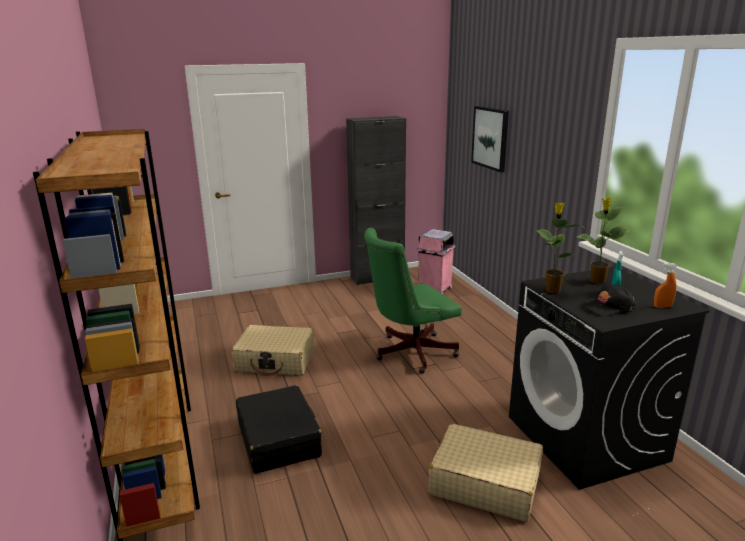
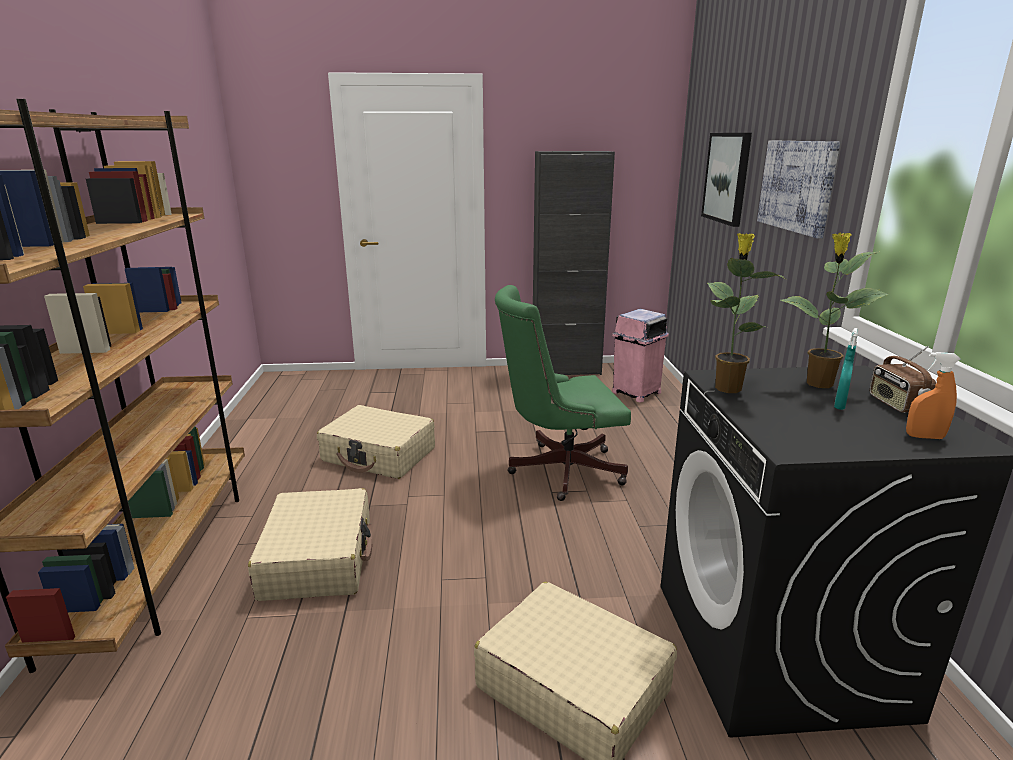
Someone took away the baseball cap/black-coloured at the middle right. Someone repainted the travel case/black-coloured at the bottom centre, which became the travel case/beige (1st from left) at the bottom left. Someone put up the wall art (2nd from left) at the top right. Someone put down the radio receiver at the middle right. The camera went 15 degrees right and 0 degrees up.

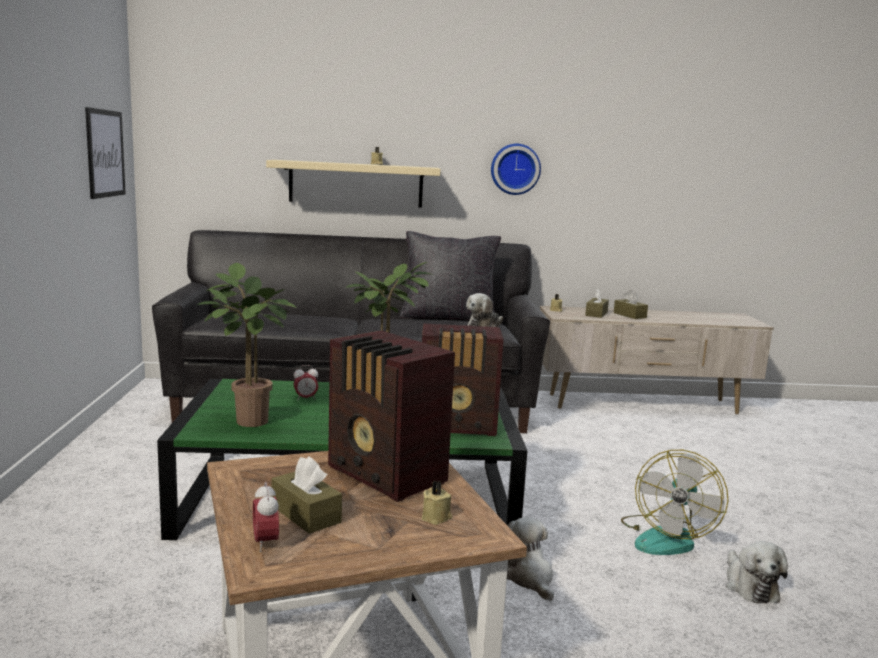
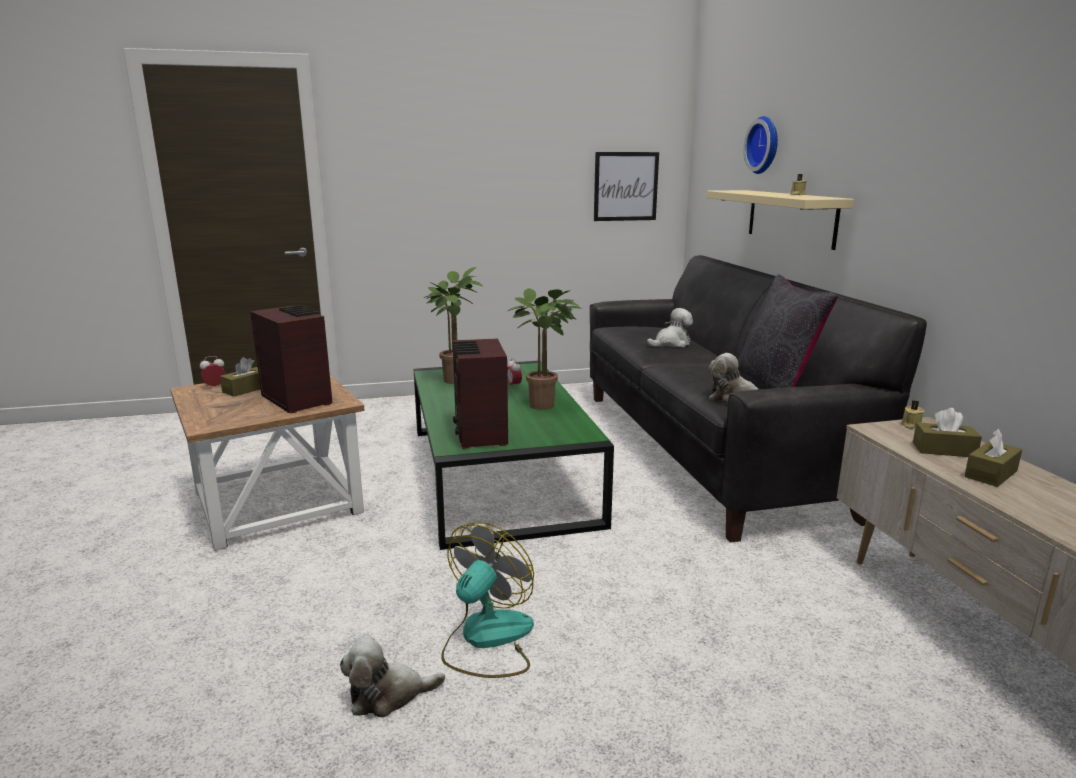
Someone carried the hanging clock from the top centre to the top right. Someone rotated the radio receiver (1st from left) at the centre by 105 degrees clockwise. Someone rotated the electric fan at the bottom right by 105 degrees clockwise. Someone took away the wax light/beige (2nd from left) at the bottom centre. Someone carried the plush toy (2nd from left) from the bottom centre to the centre. The camera went 80 degrees right and 5 degrees up.

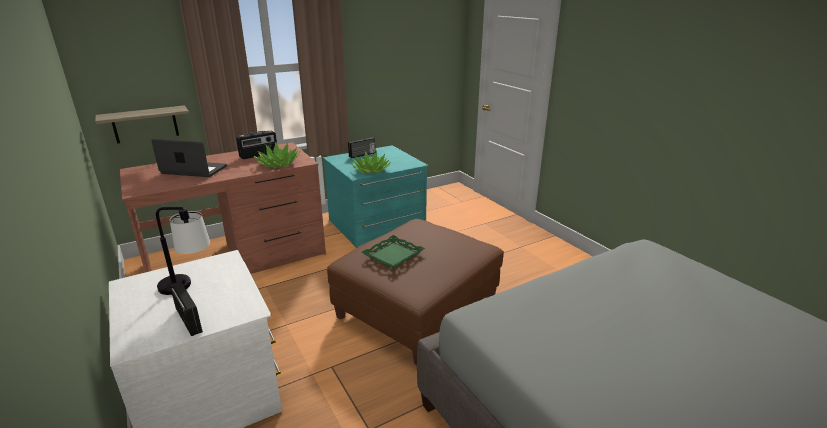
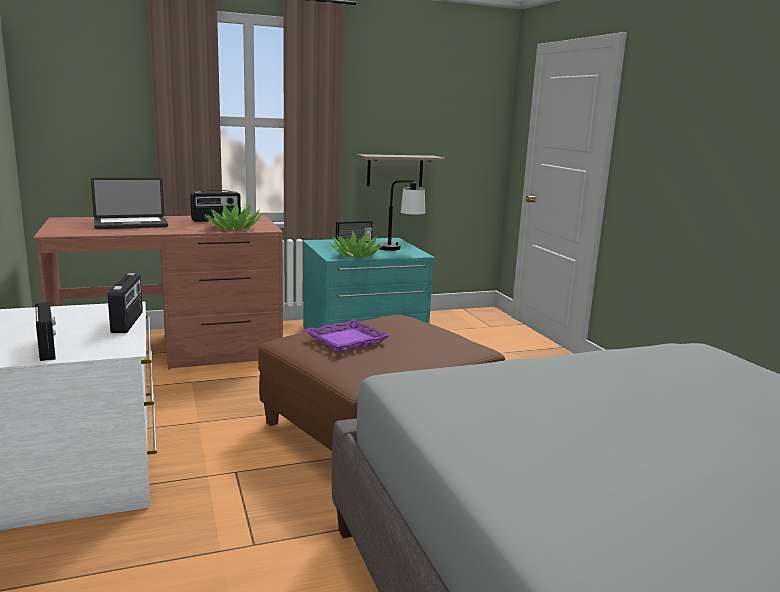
Someone carried the bracket shelf from the top left to the top centre. Someone rotated the laptop at the middle left by 135 degrees clockwise. Someone carried the tabletop lamp from the middle left to the centre. Someone repainted the tray/green-coloured at the centre, which became the tray/purple-coloured at the centre. Someone put down the radio receiver (2nd from left) at the middle left. The camera went 10 degrees right and 10 degrees down.

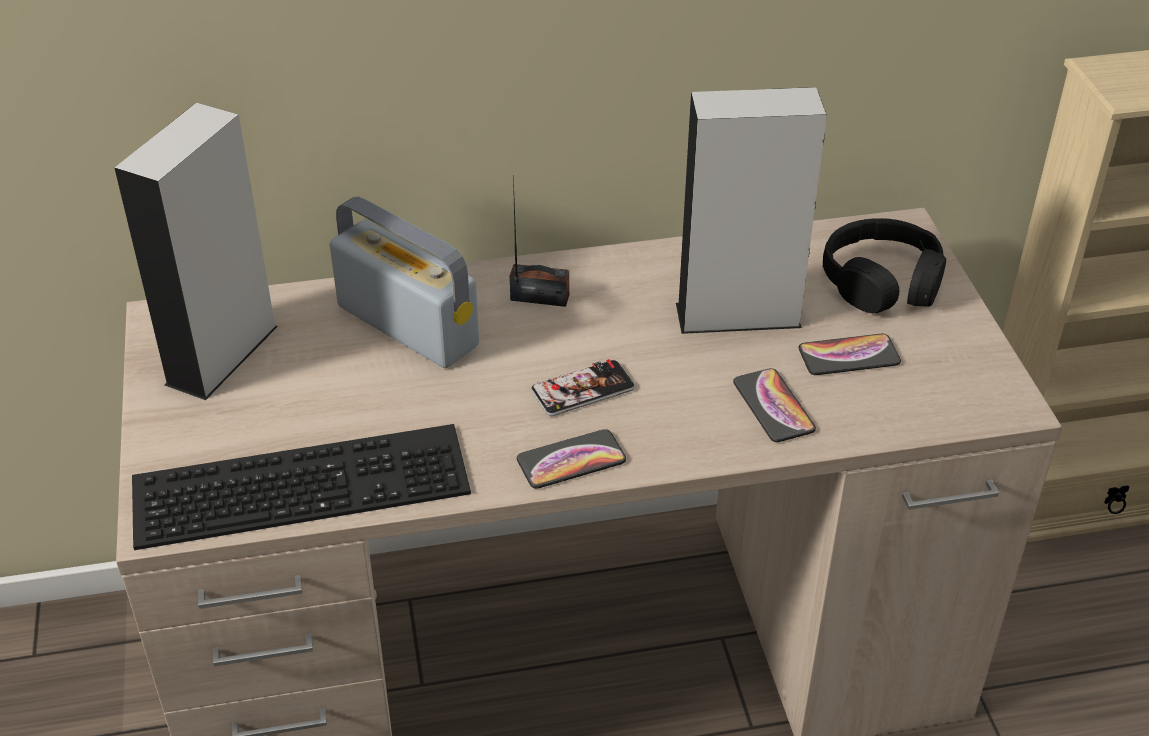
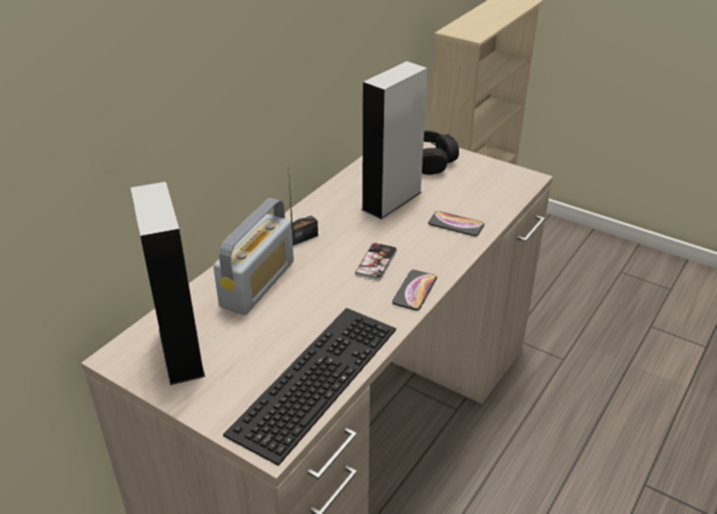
Someone rotated the radio receiver (1st from left) at the centre by 120 degrees clockwise. Someone took away the telephone (4th from left) at the middle right. The camera went 45 degrees left and 5 degrees down.

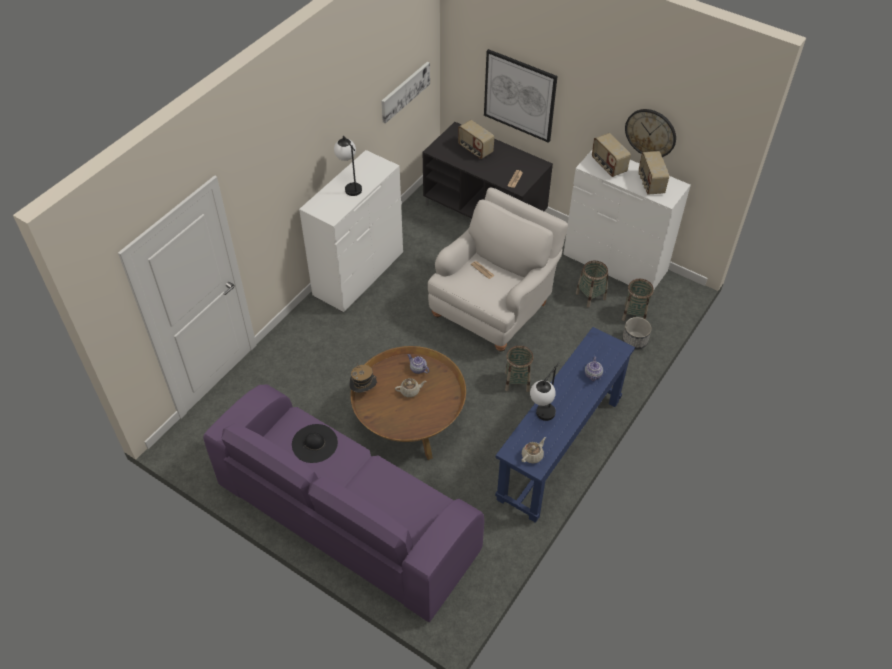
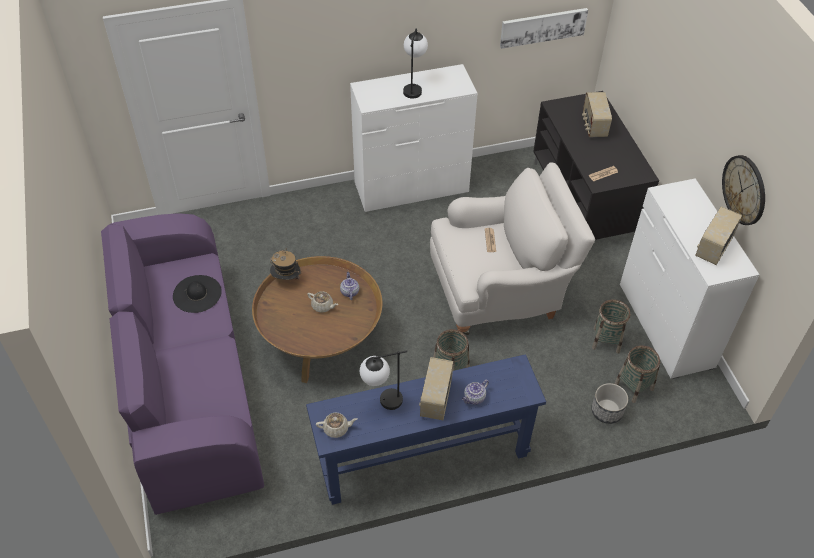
Someone took away the wall art (2nd from left) at the top centre. Someone carried the radio receiver (2nd from left in the first image) from the top right to the bottom centre. The camera went 40 degrees right and 0 degrees up.

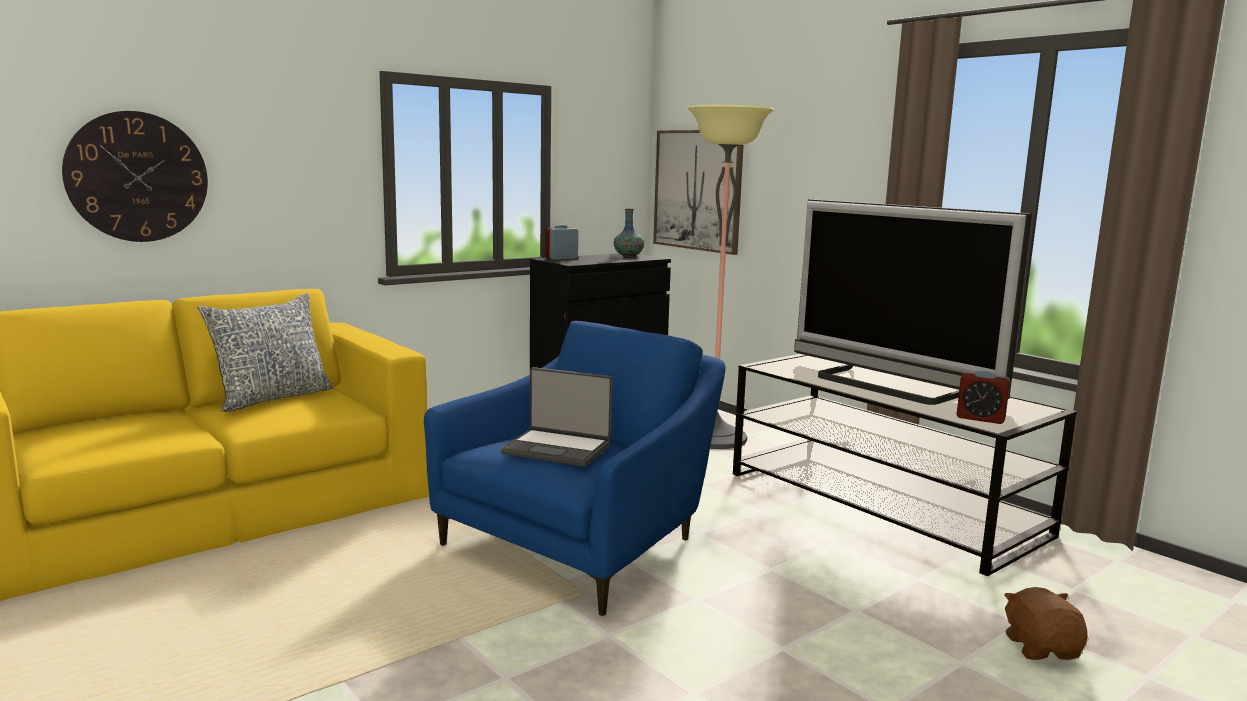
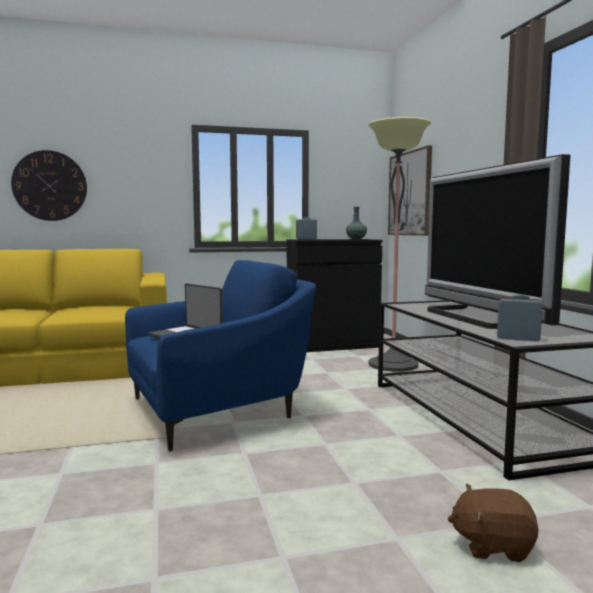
Someone took away the pillow at the middle left. Someone rotated the alarm clock (2nd from left) at the middle right by 150 degrees clockwise. Someone rotated the plush toy/brown at the bottom right by 105 degrees counterclockwise. The camera went 25 degrees right and 5 degrees down.

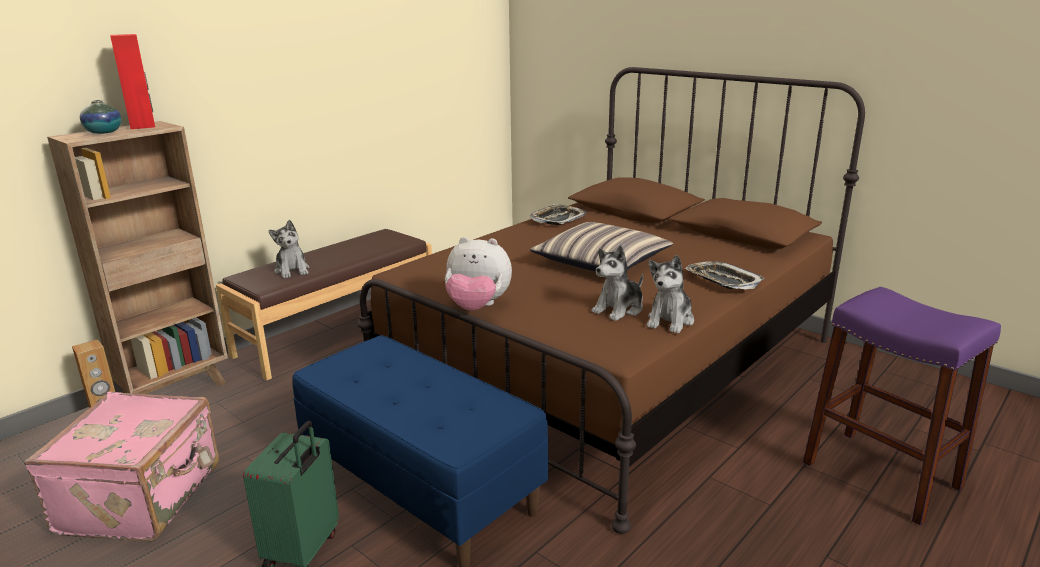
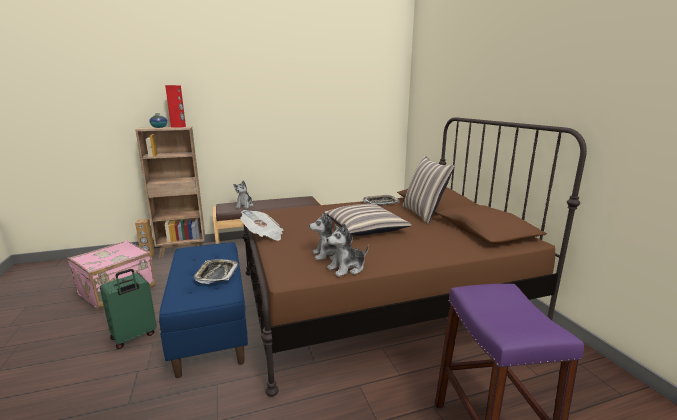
Someone swapped the plush toy (2nd from left) at the centre for the newspaper at the centre. Someone carried the tray (2nd from left in the first image) from the middle right to the middle left. Someone put down the pillow (2nd from left) at the centre. The camera went 30 degrees right and 5 degrees down.

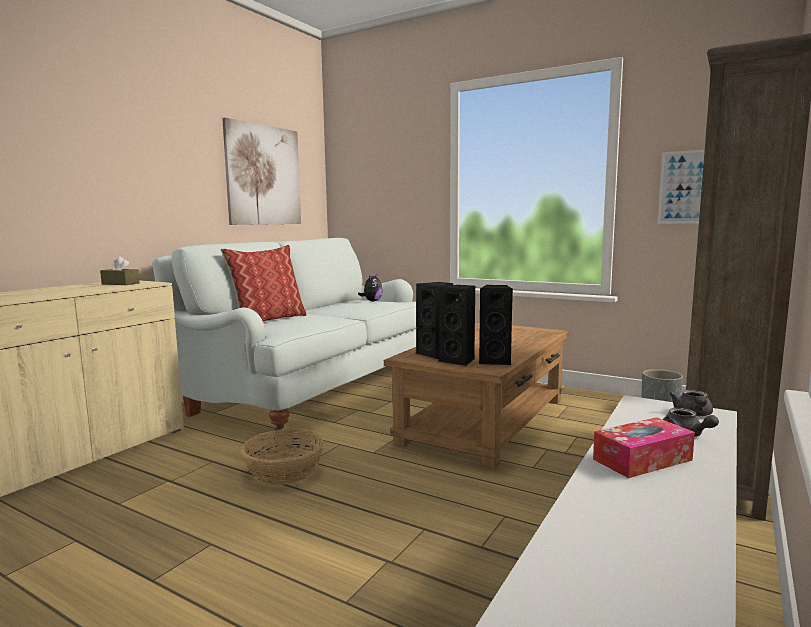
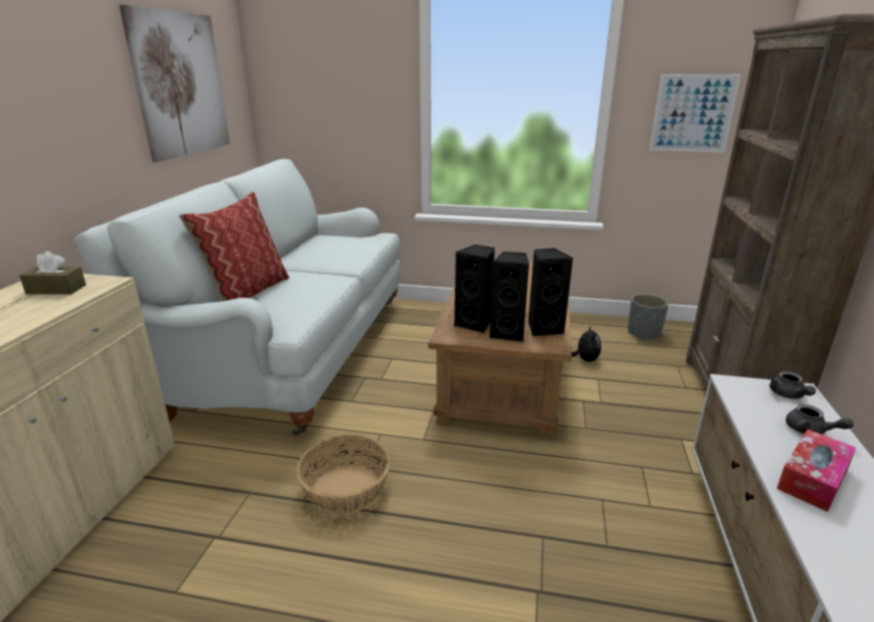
Someone carried the plush toy from the centre to the middle right. The camera went 20 degrees left and 15 degrees up.

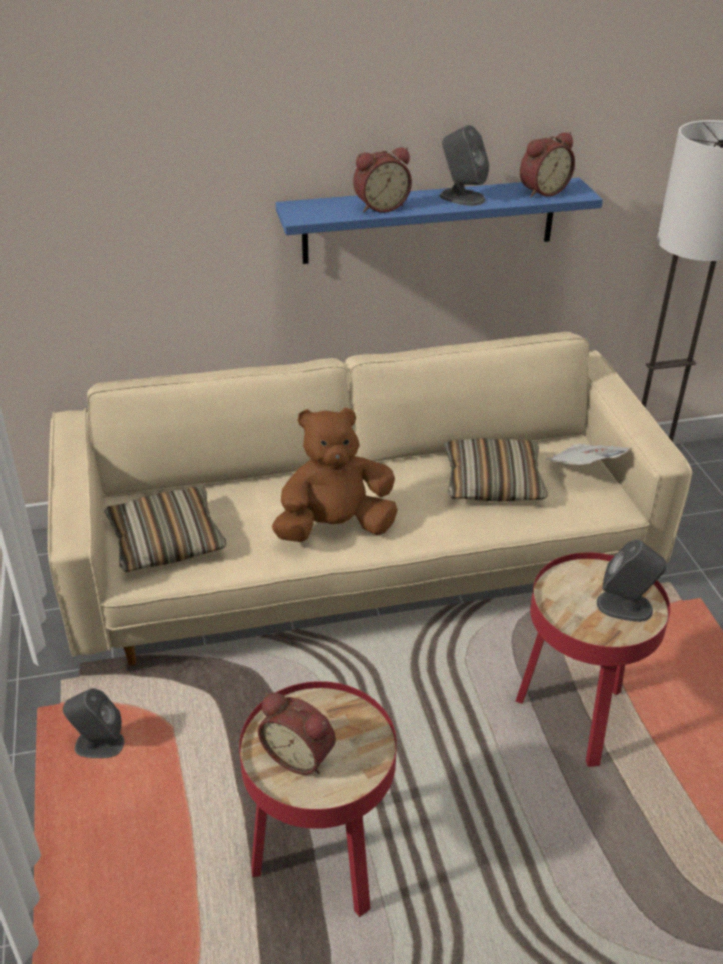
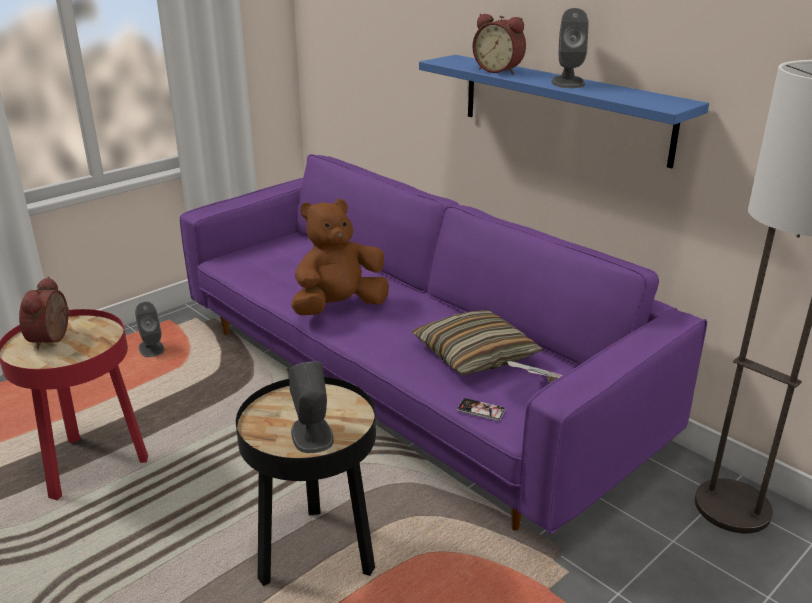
Someone took away the alarm clock (3rd from left) at the top right. Someone repainted the couch/beige at the centre, which became the couch/purple-coloured at the centre. Someone rotated the plush toy/brown at the centre by 75 degrees counterclockwise. Someone took away the pillow (1st from left) at the middle left. Someone repainted the accent table/red (2nd from left) at the bottom right, which became the accent table/black-coloured at the bottom centre. Someone put down the telephone at the bottom centre. The camera went 60 degrees right and 10 degrees down.

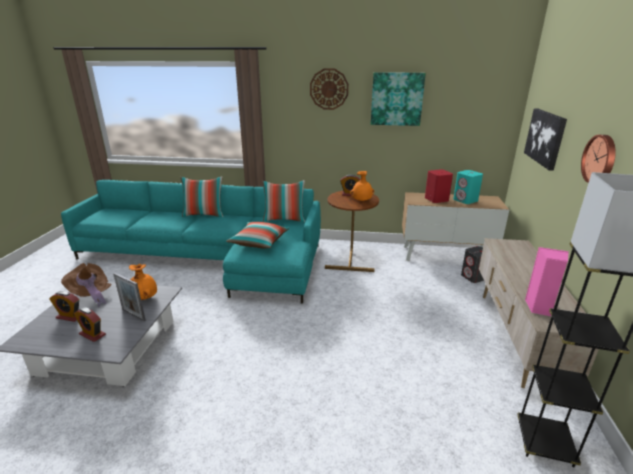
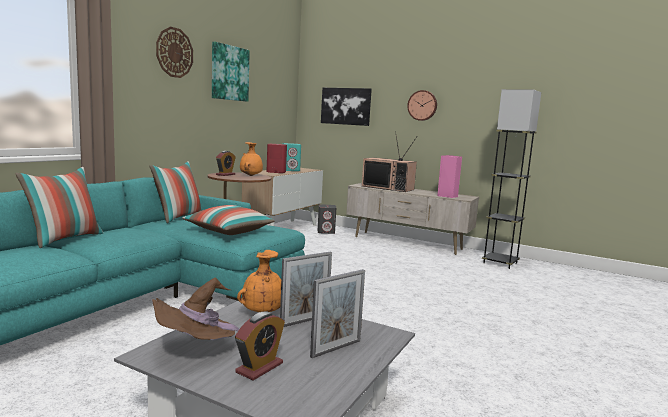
Someone swapped the alarm clock (2nd from left) at the bottom left for the standing frame (2nd from left) at the bottom centre. Someone put down the TV set at the centre. The camera went 70 degrees left and 15 degrees down.

